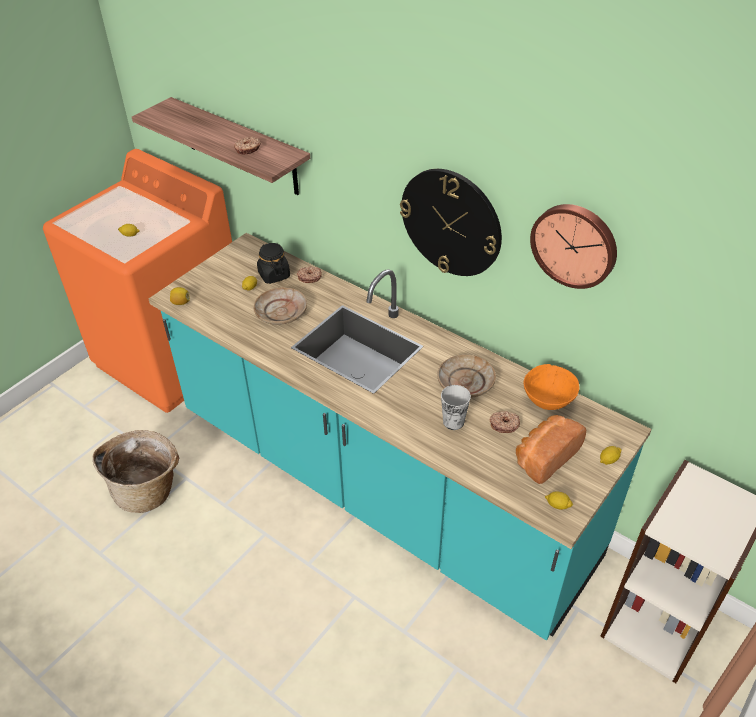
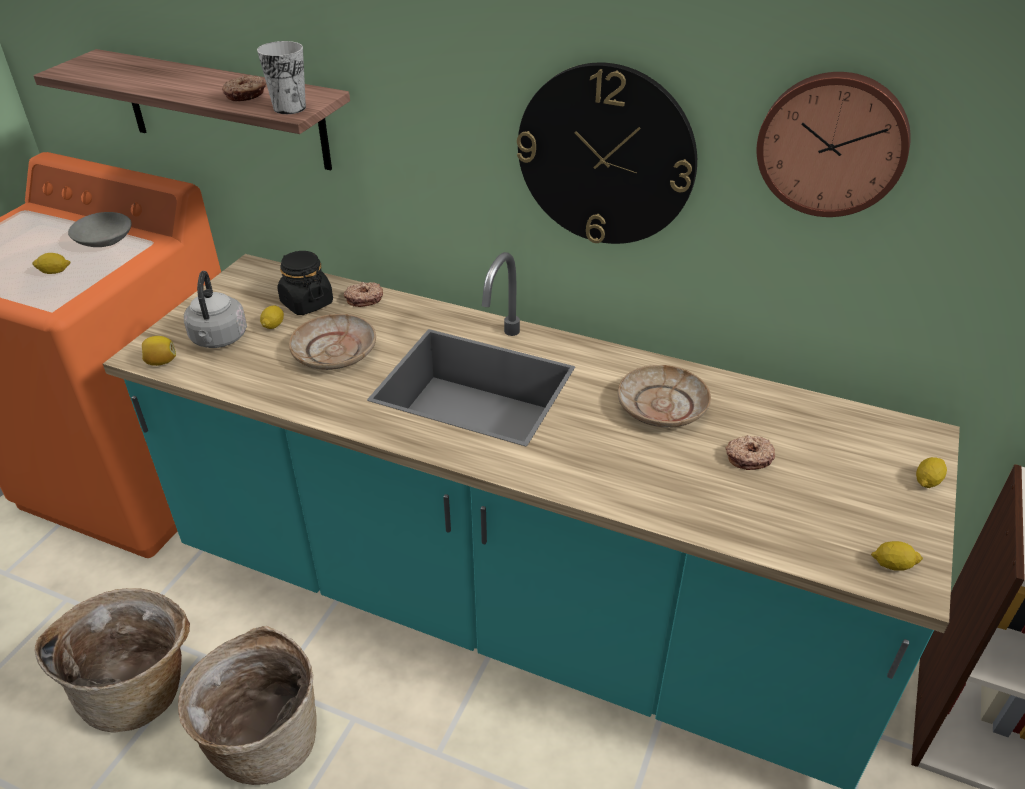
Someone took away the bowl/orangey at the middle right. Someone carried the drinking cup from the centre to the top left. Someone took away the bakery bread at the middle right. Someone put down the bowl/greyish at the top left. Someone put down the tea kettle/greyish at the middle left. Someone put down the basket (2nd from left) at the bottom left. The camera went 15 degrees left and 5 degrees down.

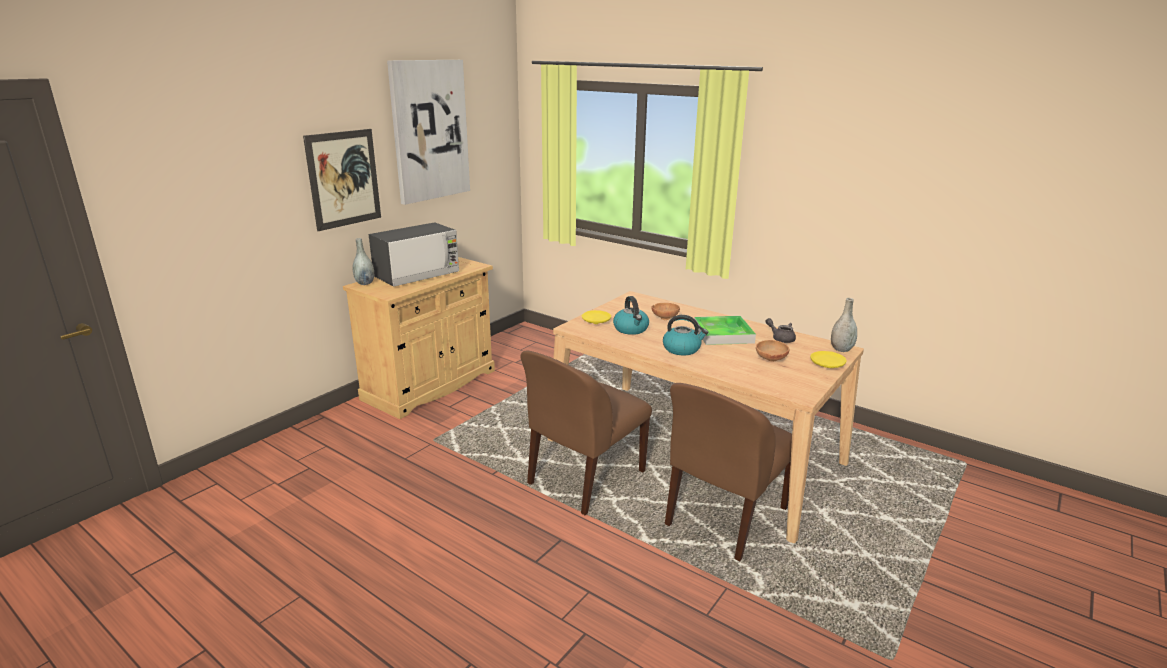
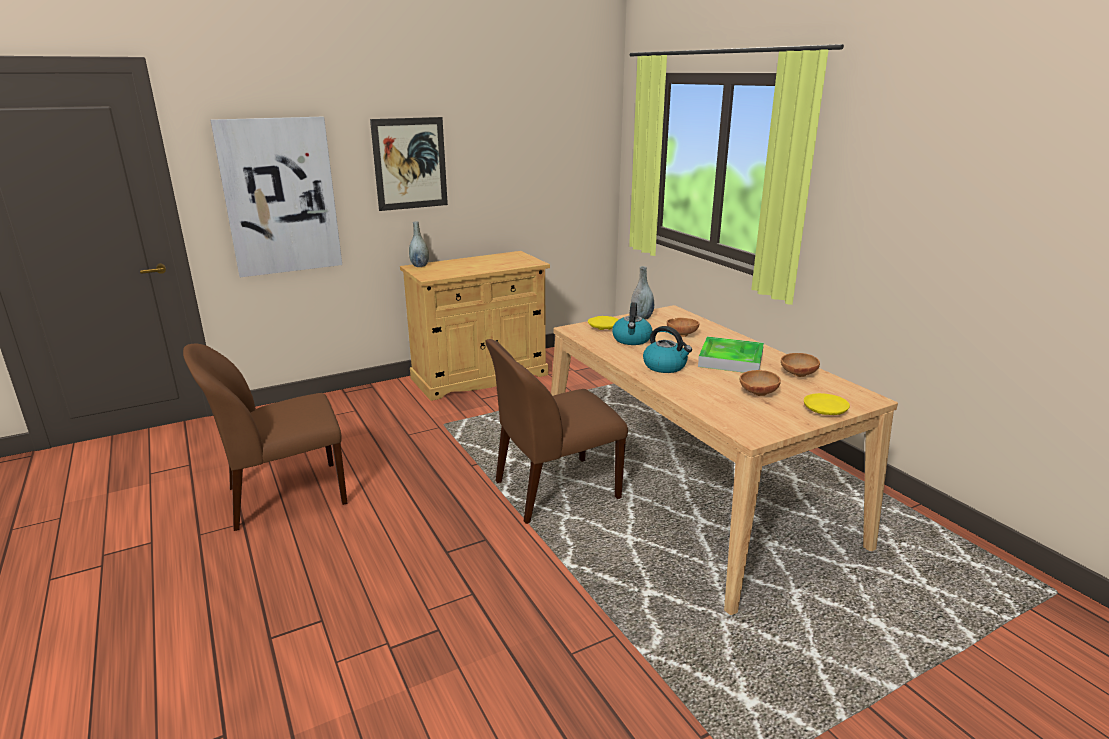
Someone carried the wall art (2nd from left in the first image) from the top centre to the top left. Someone took away the kitchen microwave at the centre. Someone carried the decorative vase/greyish (2nd from left) from the middle right to the centre. Someone swapped the teapot/greyish at the middle right for the bowl/brown (3rd from left) at the middle right. Someone carried the plain chair/brown (2nd from left in the first image) from the bottom centre to the middle left. The camera went 25 degrees right and 0 degrees up.

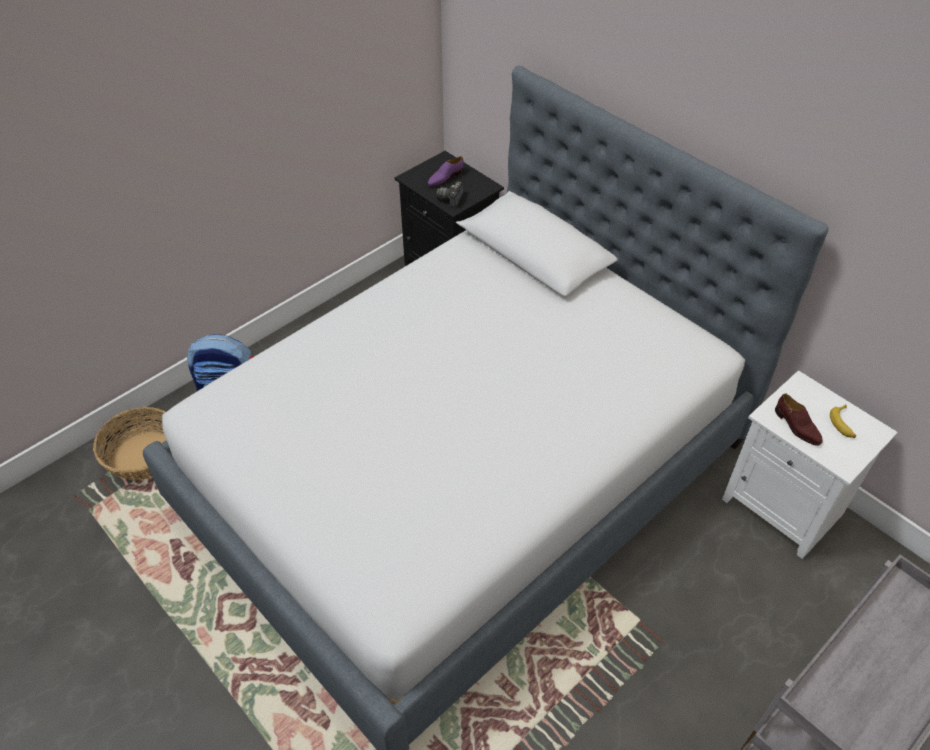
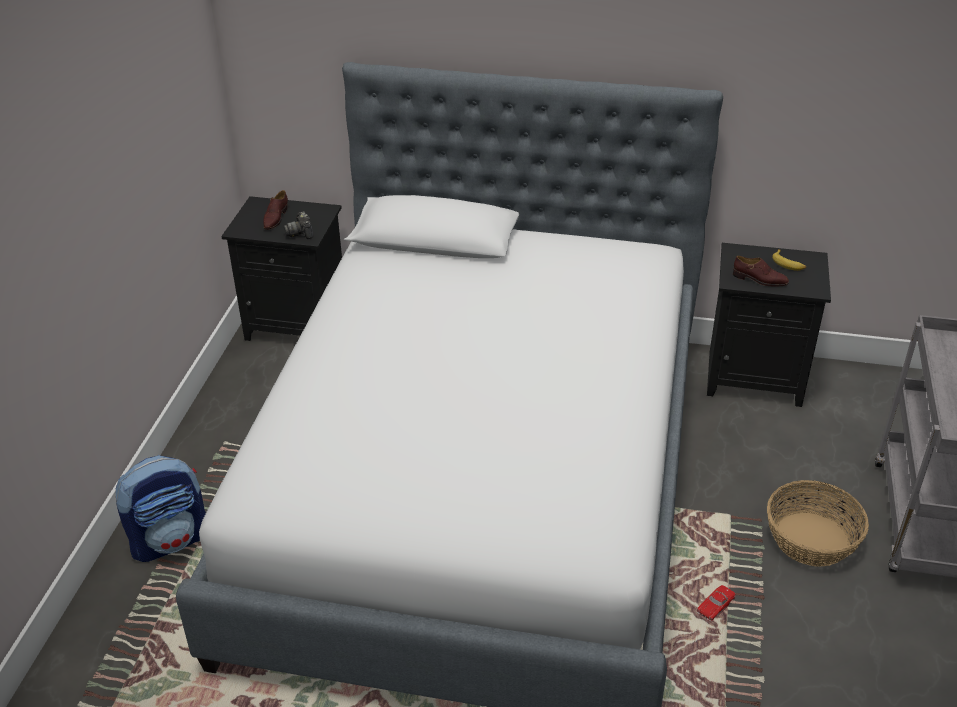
Someone repainted the item of footwear/purple-coloured at the top centre, which became the item of footwear/brown (1st from left) at the top left. Someone repainted the bedside table/whitish at the middle right, which became the bedside table/black-coloured (2nd from left) at the middle right. Someone carried the basket from the middle left to the bottom right. Someone put down the miniature car/red at the bottom right. The camera went 35 degrees left and 10 degrees down.

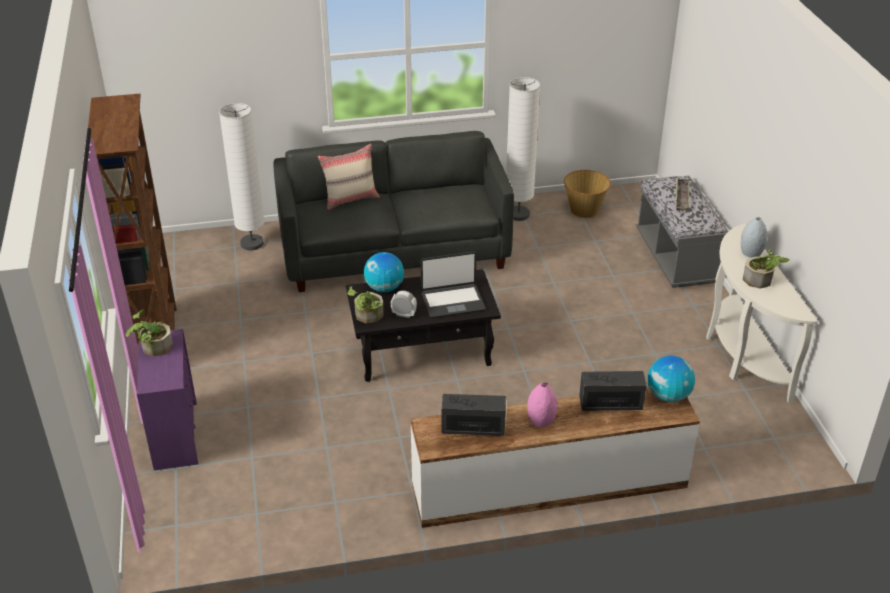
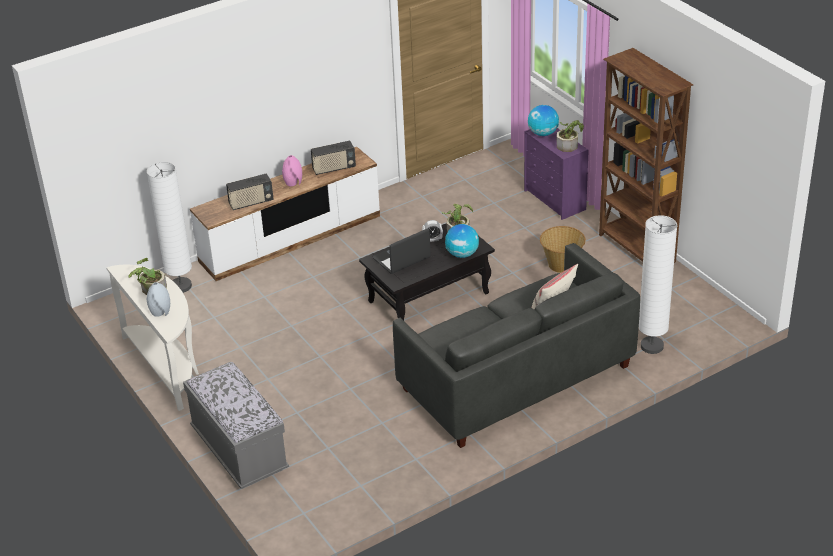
Someone carried the floor lamp/whitish (2nd from left in the first image) from the top centre to the middle left. Someone carried the basket from the top centre to the middle right. Someone took away the tray at the top right. Someone carried the world globe (2nd from left) from the middle right to the top centre. The camera went 160 degrees right and 0 degrees up.

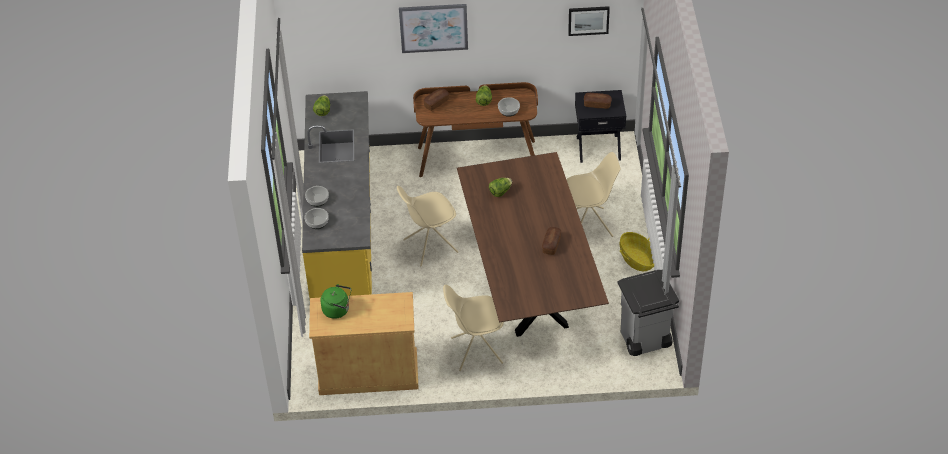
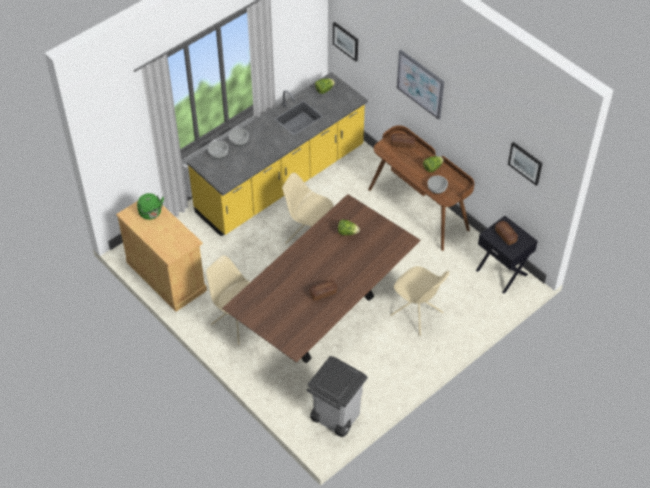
Someone took away the basket at the middle right. Someone put up the wall art (1st from left) at the top centre. The camera went 50 degrees right and 5 degrees up.

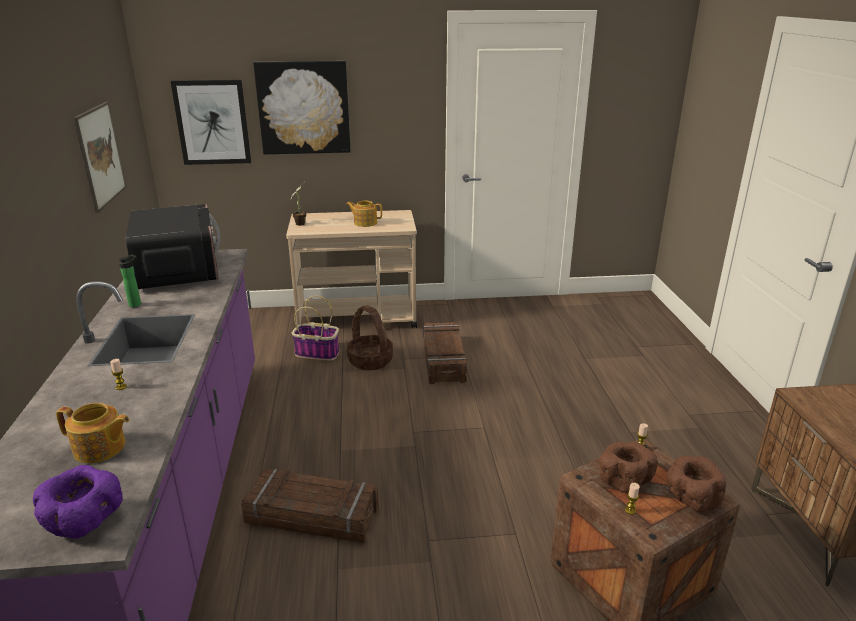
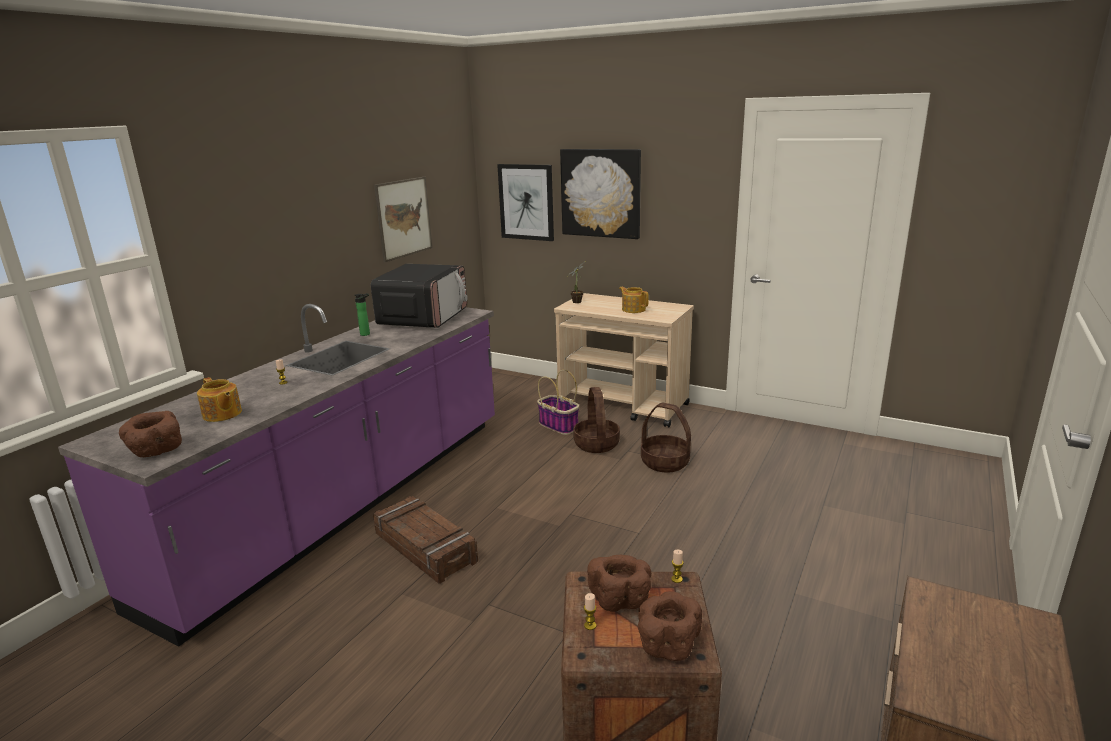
Someone swapped the crate (2nd from left) at the centre for the basket (3rd from left) at the centre. Someone repainted the bowl/purple-coloured at the bottom left, which became the bowl/brown (1st from left) at the middle left. The camera went 35 degrees right and 5 degrees down.

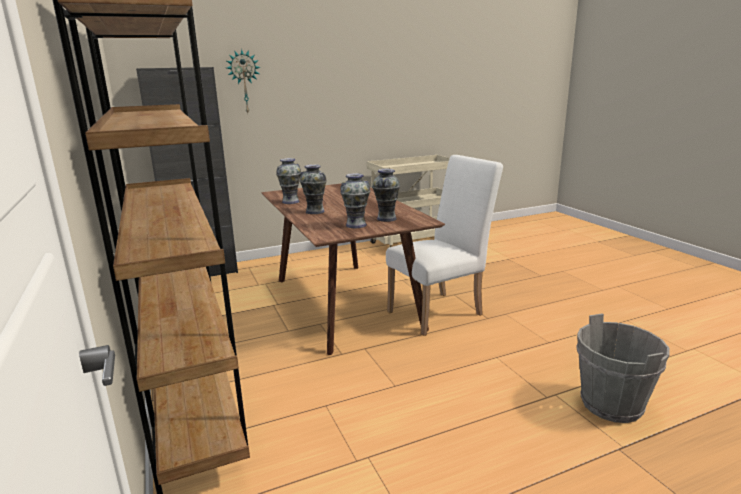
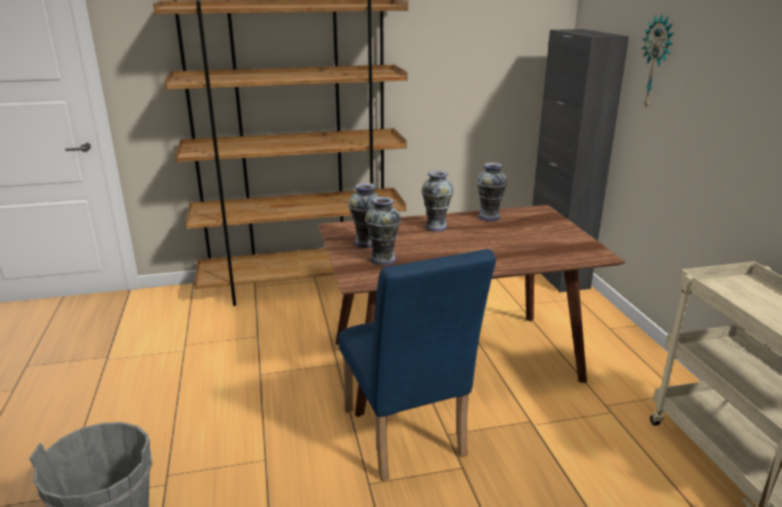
Someone repainted the plain chair/whitish at the centre, which became the plain chair/blue at the bottom centre. The camera went 100 degrees right and 5 degrees up.

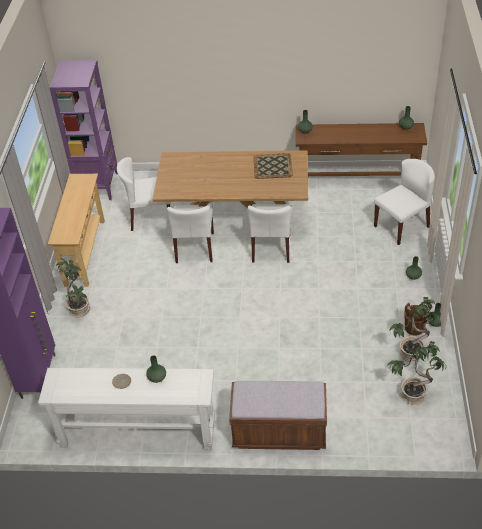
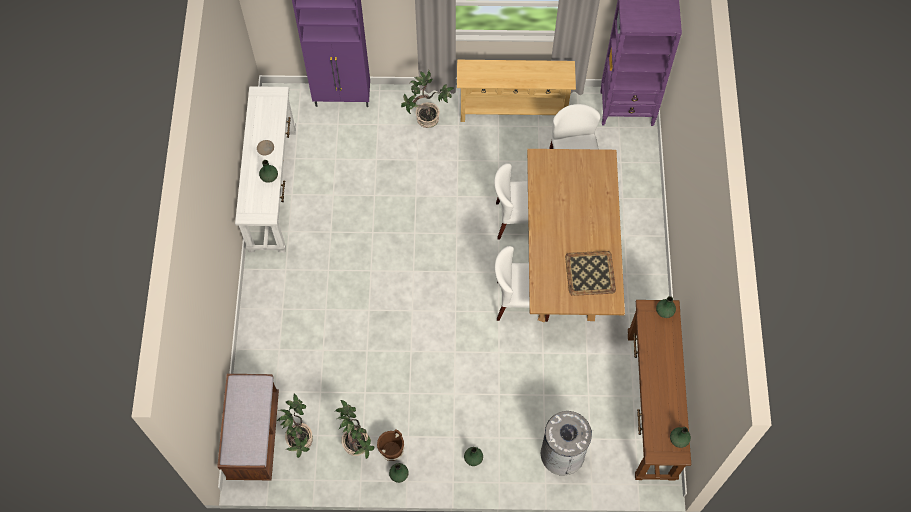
Someone swapped the plain chair/whitish (4th from left) at the middle right for the trash can/greyish at the bottom centre. Someone carried the long seat/brown from the bottom centre to the bottom left. The camera went 85 degrees right and 20 degrees up.

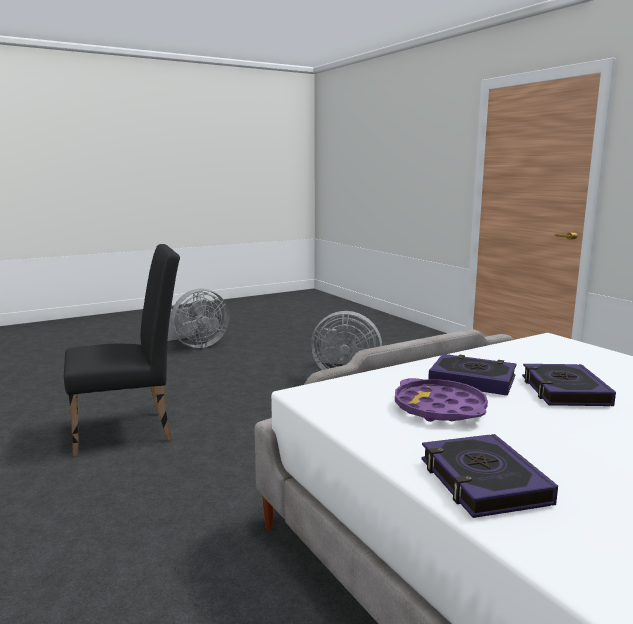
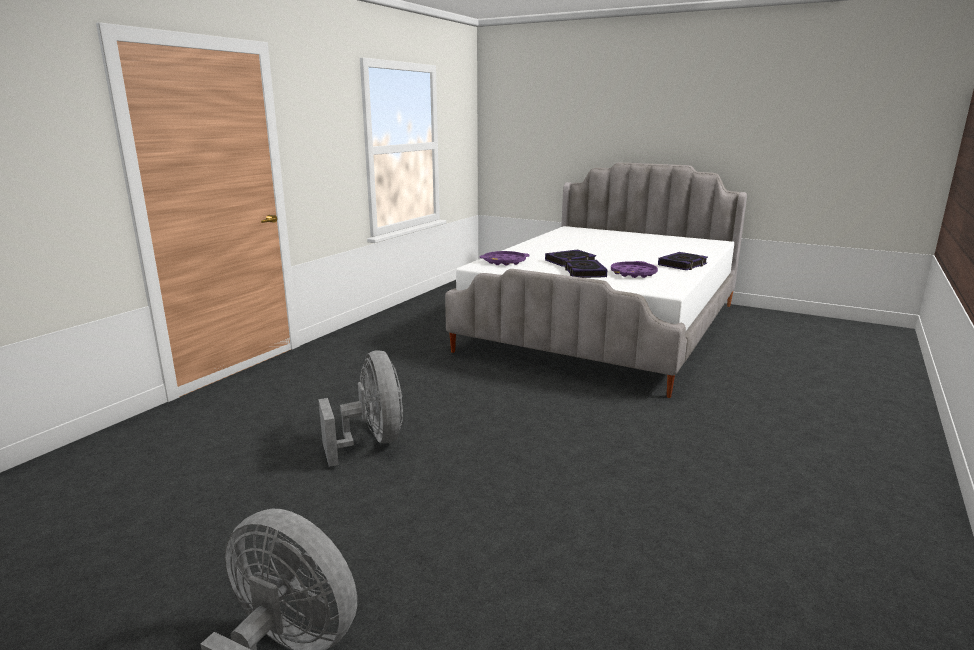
Someone took away the plain chair/black-coloured at the middle left. Someone put down the tray/purple-coloured (1st from left) at the centre. The camera went 120 degrees left and 5 degrees up.

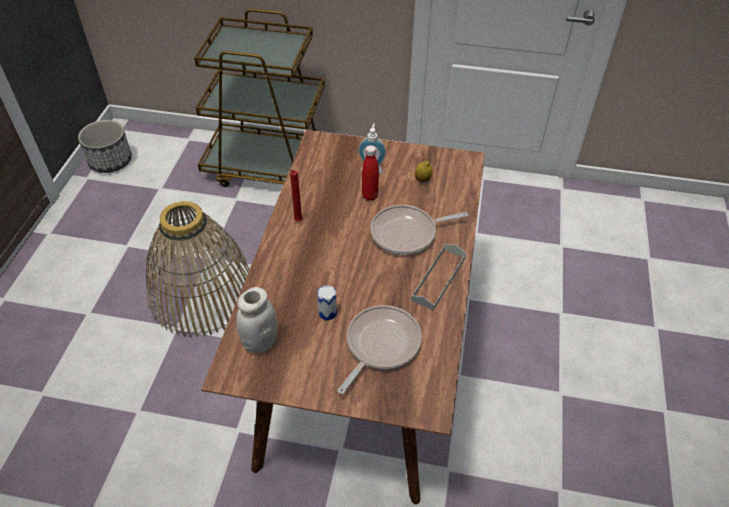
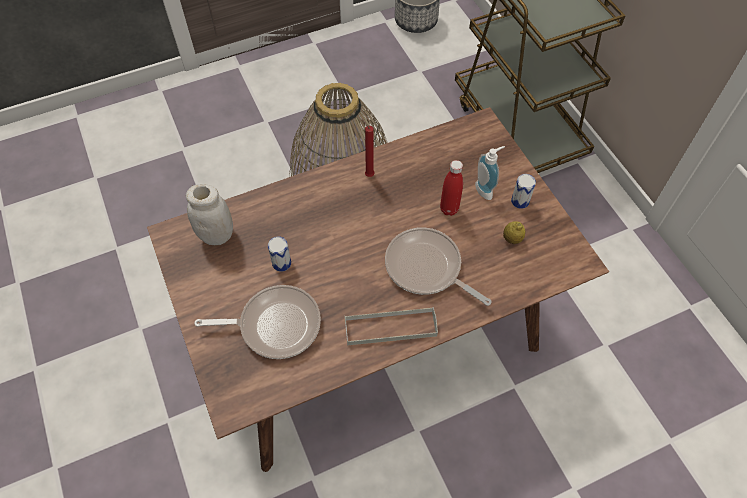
Someone put down the metal can (2nd from left) at the middle right. The camera went 55 degrees right and 10 degrees up.

